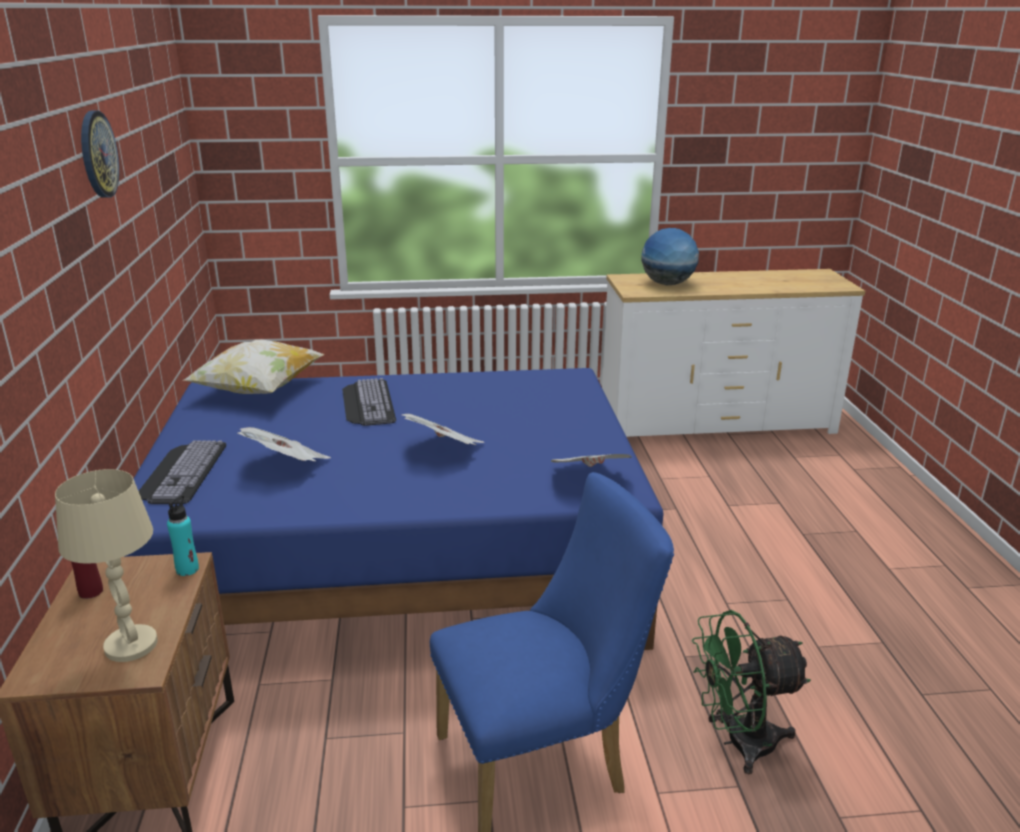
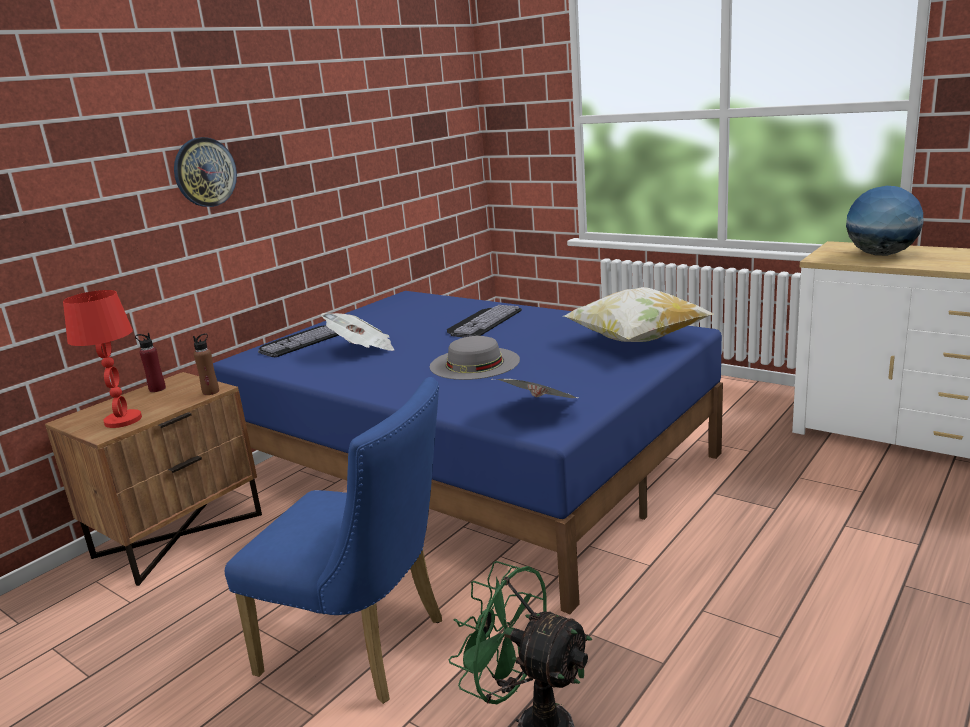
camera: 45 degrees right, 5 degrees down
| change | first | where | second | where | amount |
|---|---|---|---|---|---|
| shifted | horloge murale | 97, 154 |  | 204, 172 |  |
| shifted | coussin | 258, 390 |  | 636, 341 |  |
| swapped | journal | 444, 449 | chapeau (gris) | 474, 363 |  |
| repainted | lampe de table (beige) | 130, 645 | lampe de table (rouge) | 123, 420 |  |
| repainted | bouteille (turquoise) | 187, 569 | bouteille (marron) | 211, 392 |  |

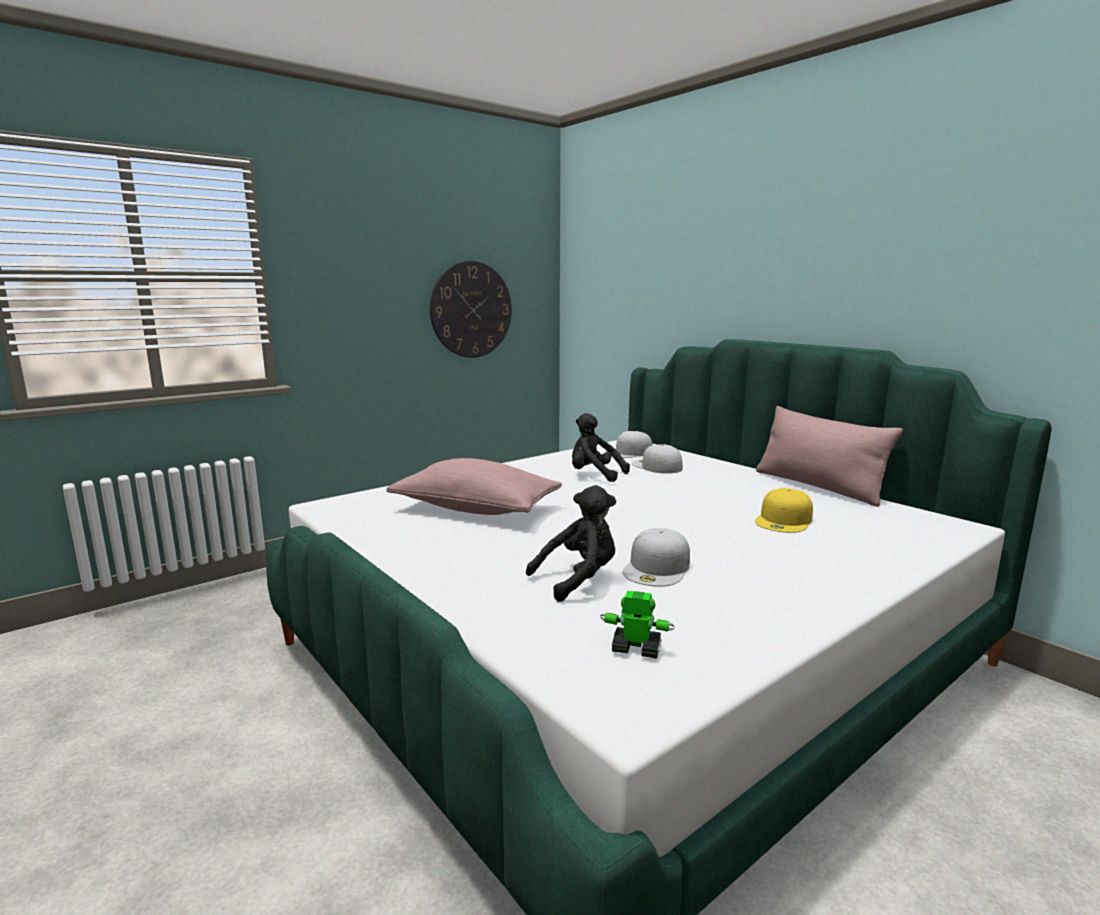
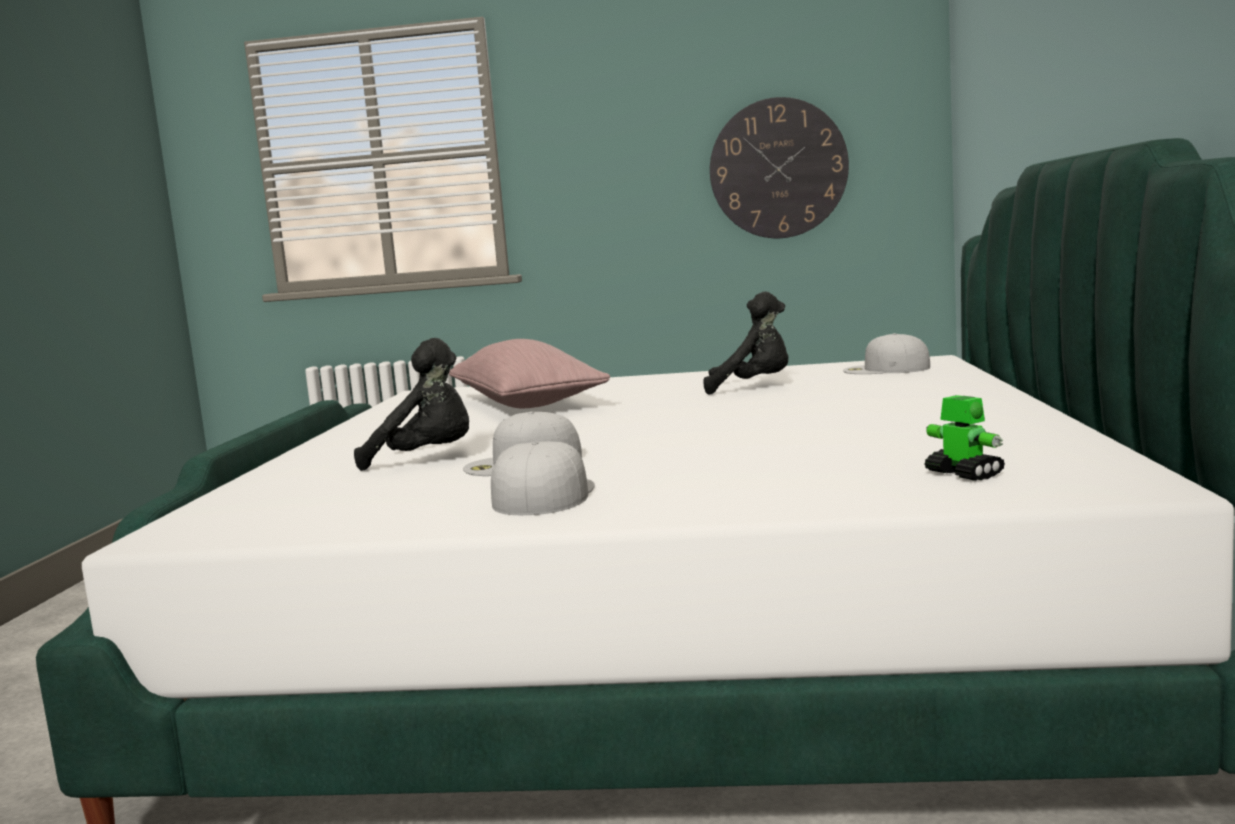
camera: 45 degrees right, 5 degrees down
| change | first | where | second | where | amount |
|---|---|---|---|---|---|
| gone | casquette (jaune) | 784, 520 |  |  |  |
| gone | coussin (rose) | 818, 486 |  |  |  |
| shifted | robot jouet | 635, 649 |  | 963, 474 |  |
| shifted | casquette (blanc) | 656, 466 |  | 542, 495 |  |
| rotated | peluche (noir) | 594, 475 |  | 752, 387 | 120 degrees clockwise |

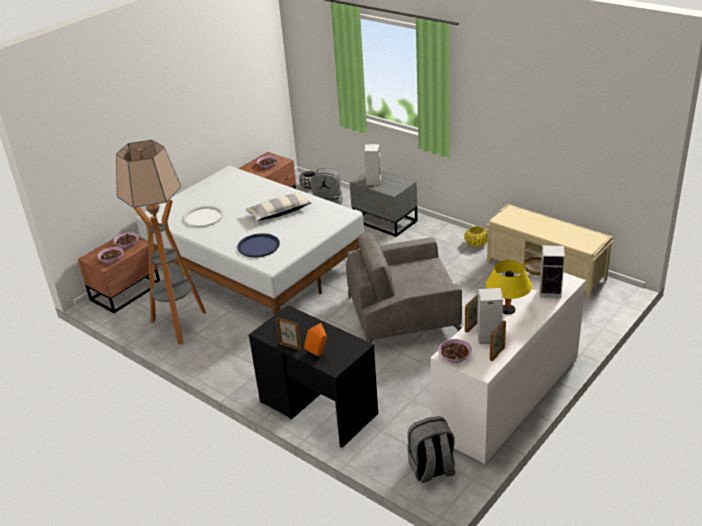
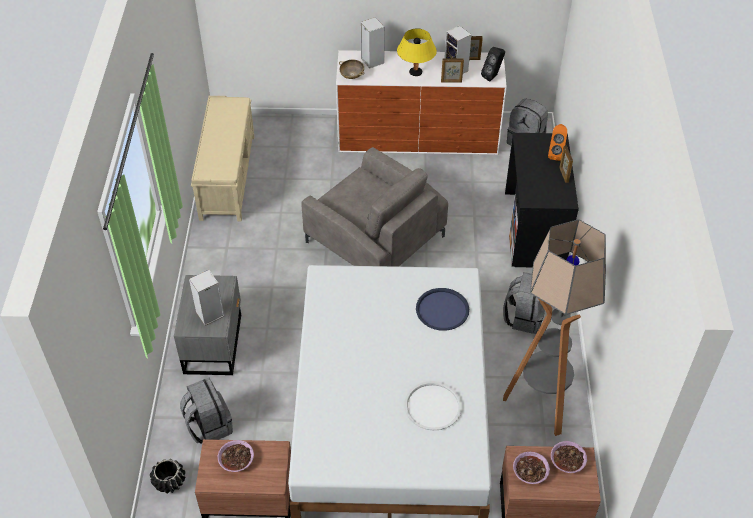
camera: 130 degrees left, 15 degrees up
| change | first | where | second | where | amount |
|---|---|---|---|---|---|
| gone | coussin | 279, 212 |  |  |  |
| gone | cache-pot (jaune) | 476, 243 |  |  |  |
| new |  |  | sac à dos (gris) | 523, 317 |  |
| swapped | bol | 454, 356 | enceinte (noir) | 493, 76 |  |

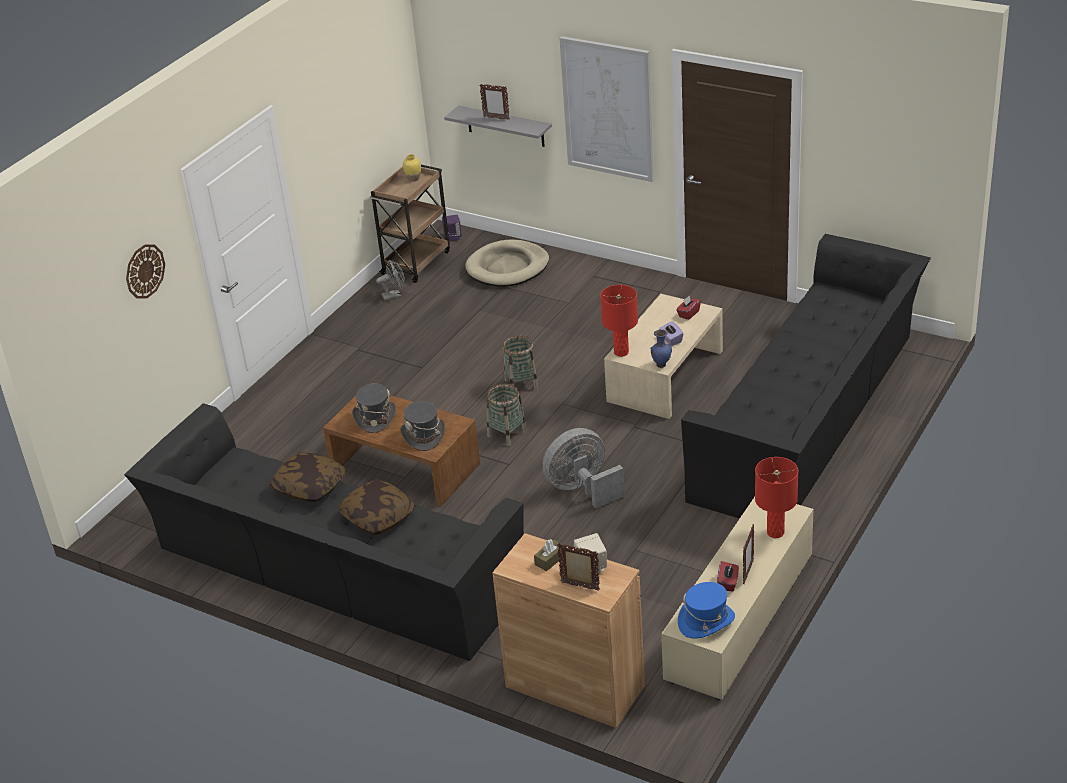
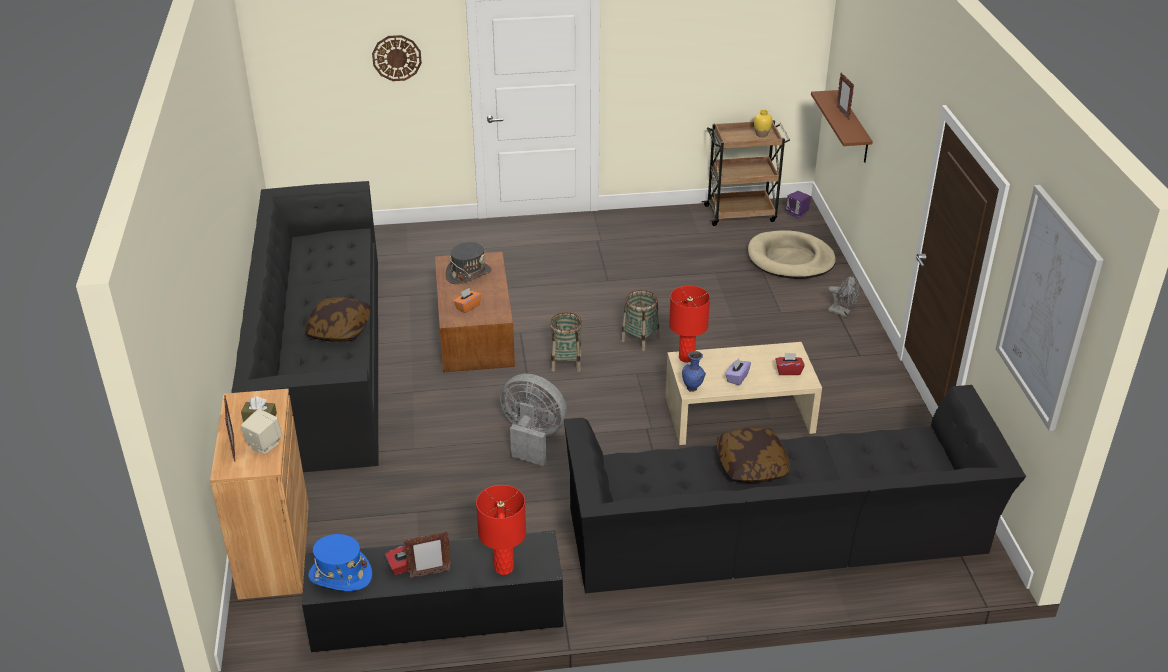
camera: 50 degrees right, 0 degrees up
| change | first | where | second | where | amount |
|---|---|---|---|---|---|
| shifted | coussin | 309, 487 |  | 751, 465 |  |
| shifted | ventilateur (gris) | 394, 295 |  | 842, 312 |  |
| shifted | tableau | 608, 108 |  | 1047, 308 |  |
| swapped | chapeau (gris) | 423, 435 | boîte à mouchoirs (orange) | 467, 307 |  |
| repainted | étagère (gris) | 505, 126 | étagère (marron) | 853, 127 |  |
| repainted | meuble télé (beige) | 740, 618 | meuble télé (noir) | 435, 617 |  |

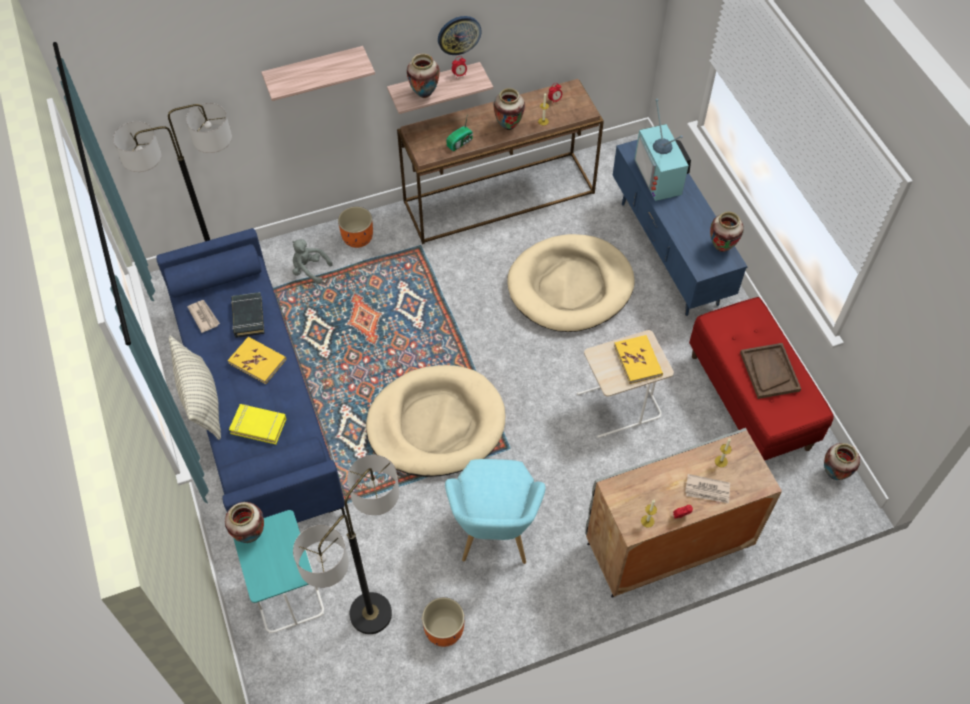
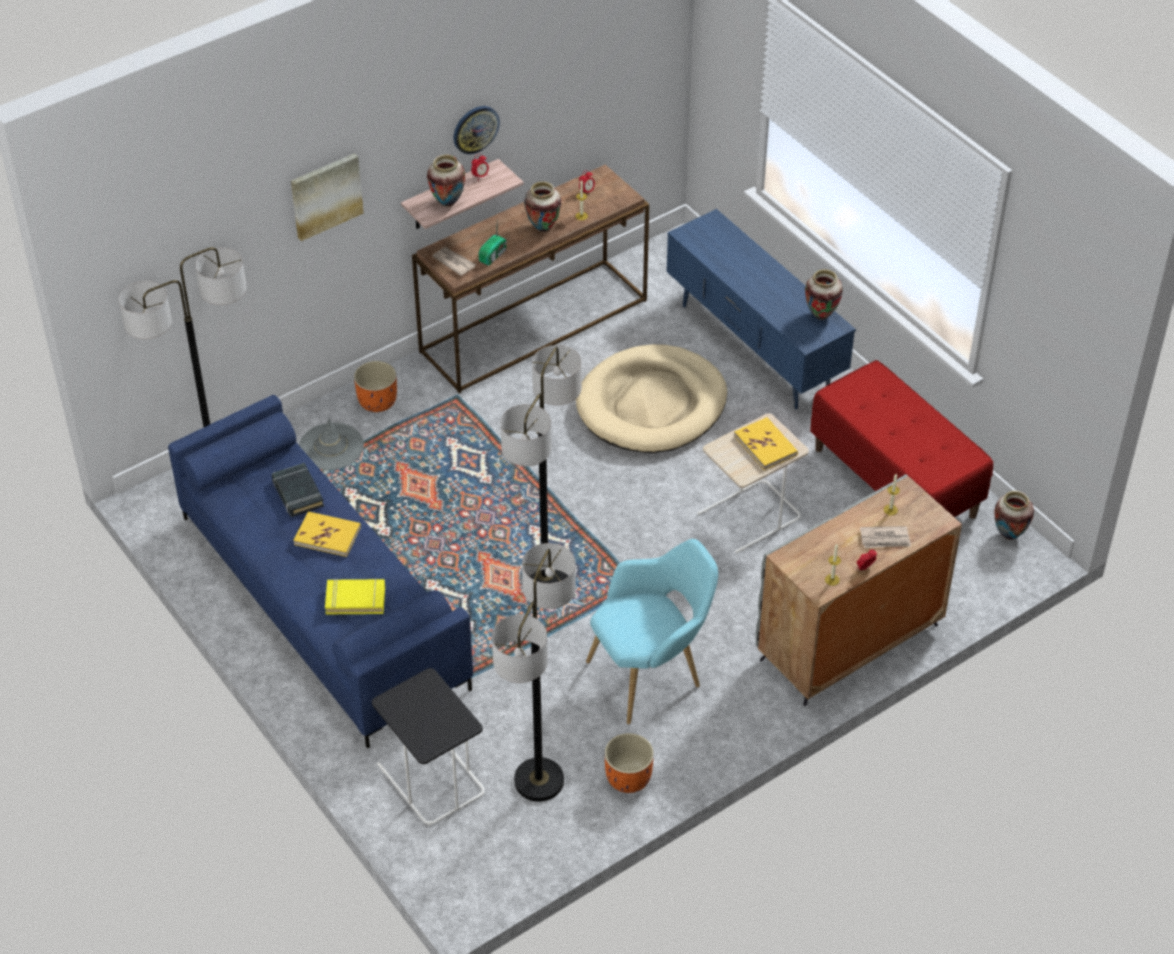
camera: 15 degrees left, 10 degrees down
| change | first | where | second | where | amount |
|---|---|---|---|---|---|
| gone | coussin | 201, 400 |  |  |  |
| gone | vase | 250, 535 |  |  |  |
| gone | téléviseur | 661, 177 |  |  |  |
| gone | plateau (marron) | 769, 371 |  |  |  |
| shifted | journal | 204, 316 |  | 454, 262 |  |
| swapped | étagère | 314, 72 | tableau | 325, 195 |  |
| swapped | peluche (gris) | 309, 270 | chapeau (gris) | 331, 447 |  |
| swapped | panier pour chien (beige) | 436, 424 | lampadaire | 545, 578 |  |
| repainted | table d'appoint (turquoise) | 285, 589 | table d'appoint (noir) | 430, 778 |  |
| rotated | fauteuil (turquoise) | 494, 535 |  | 651, 674 | 105 degrees counterclockwise |

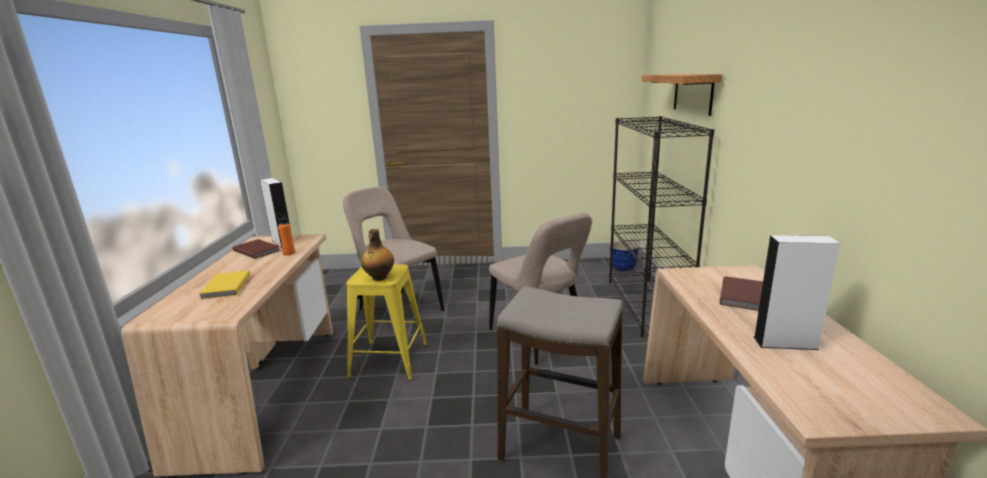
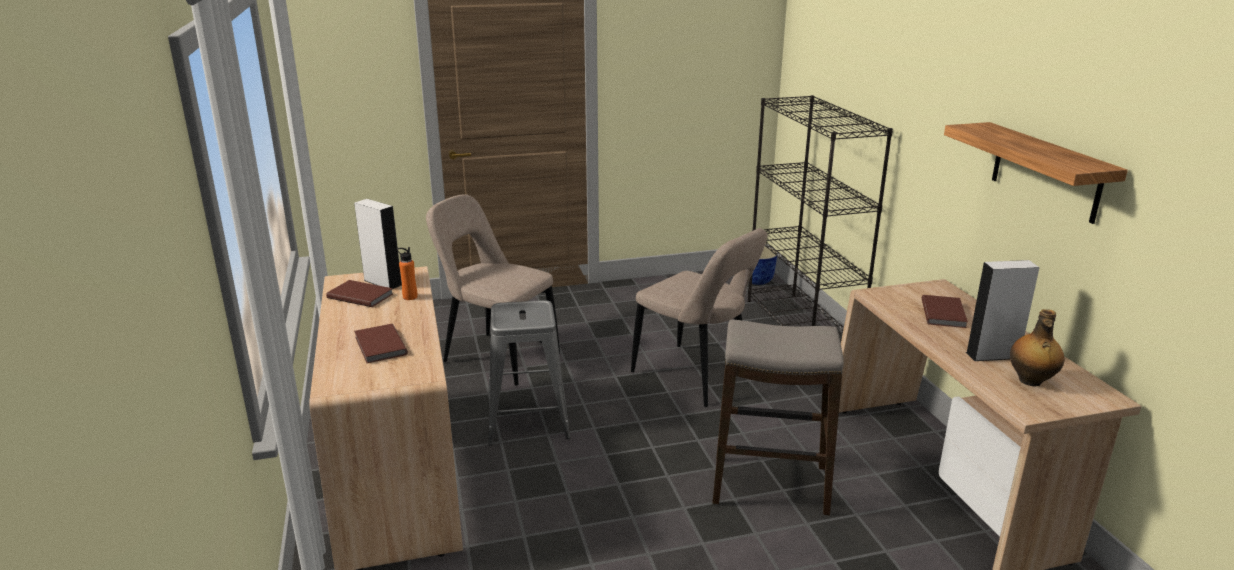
camera: 15 degrees left, 5 degrees up
| change | first | where | second | where | amount |
|---|---|---|---|---|---|
| shifted | bouteille | 379, 278 |  | 1030, 381 |  |
| shifted | étagère | 693, 93 |  | 1046, 172 |  |
| repainted | livre (jaune) | 225, 287 | livre (marron) | 379, 346 |  |
| repainted | tabouret (jaune) | 389, 360 | tabouret (gris) | 527, 420 |  |

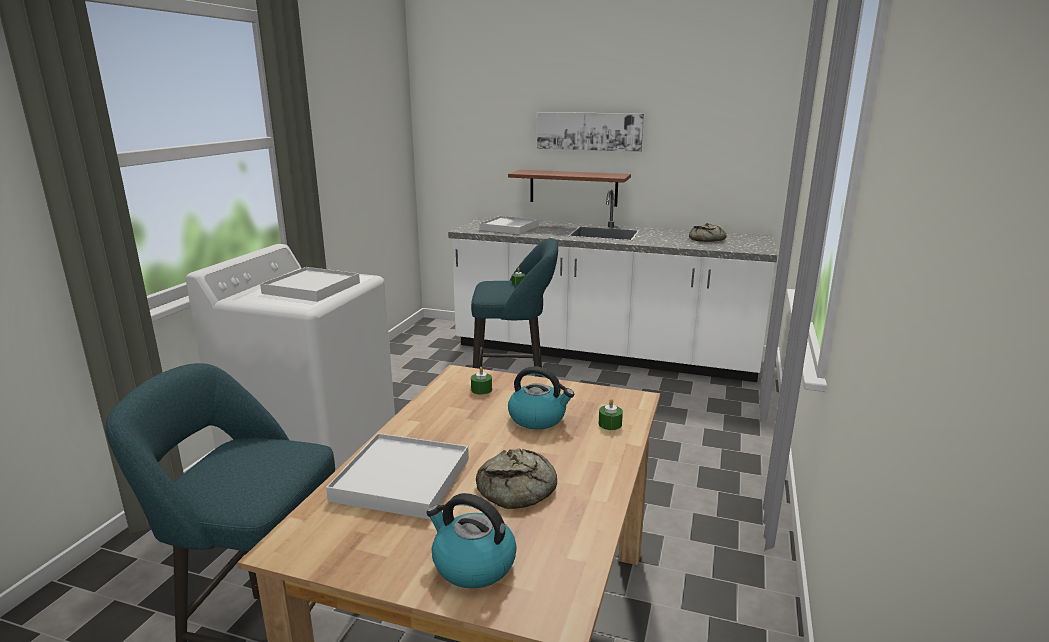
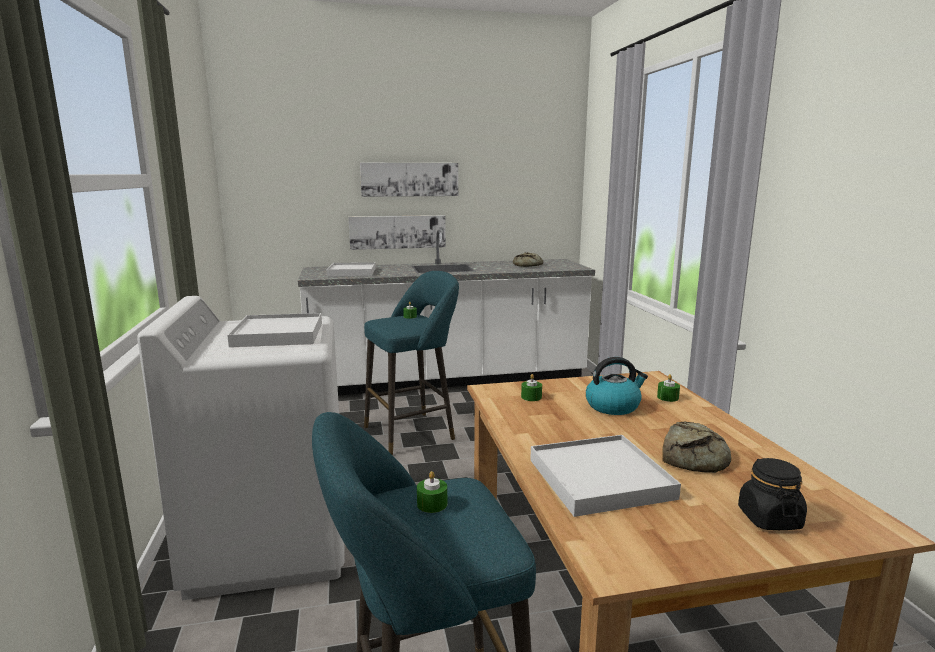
camera: 30 degrees left, 5 degrees down
| change | first | where | second | where | amount |
|---|---|---|---|---|---|
| new |  |  | bougie (vert) | 432, 504 |  |
| swapped | bouilloire | 472, 564 | bocal (noir) | 769, 518 |  |
| swapped | étagère (marron) | 573, 188 | tableau | 397, 232 |  |

